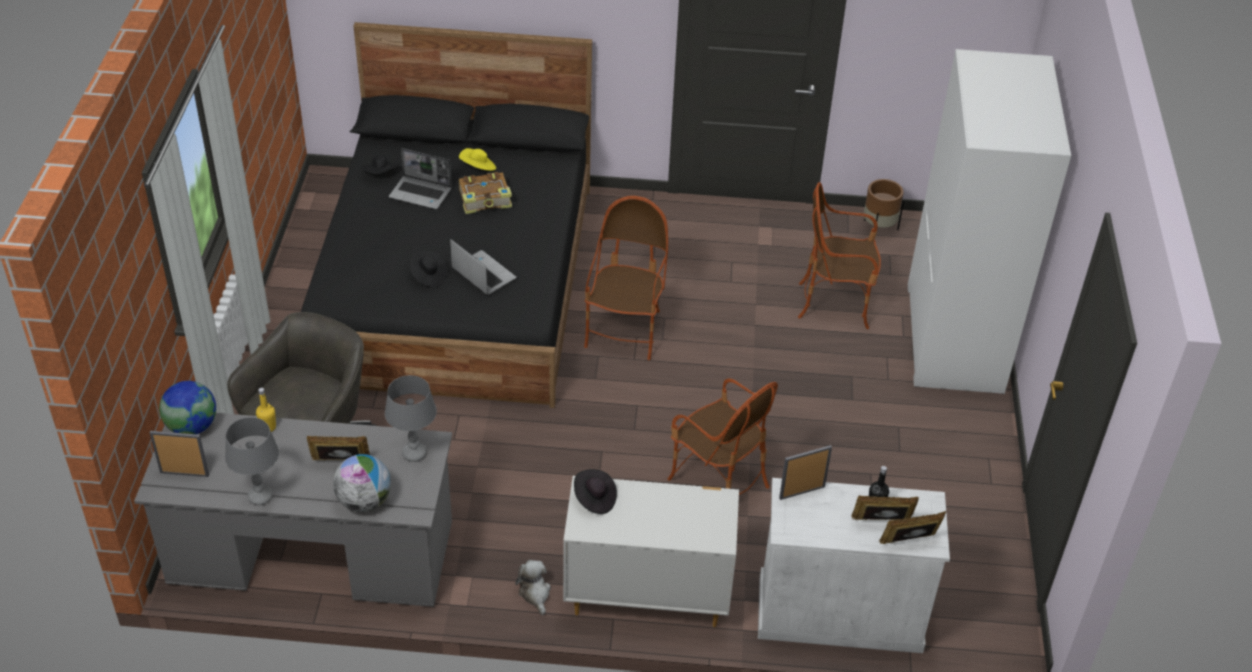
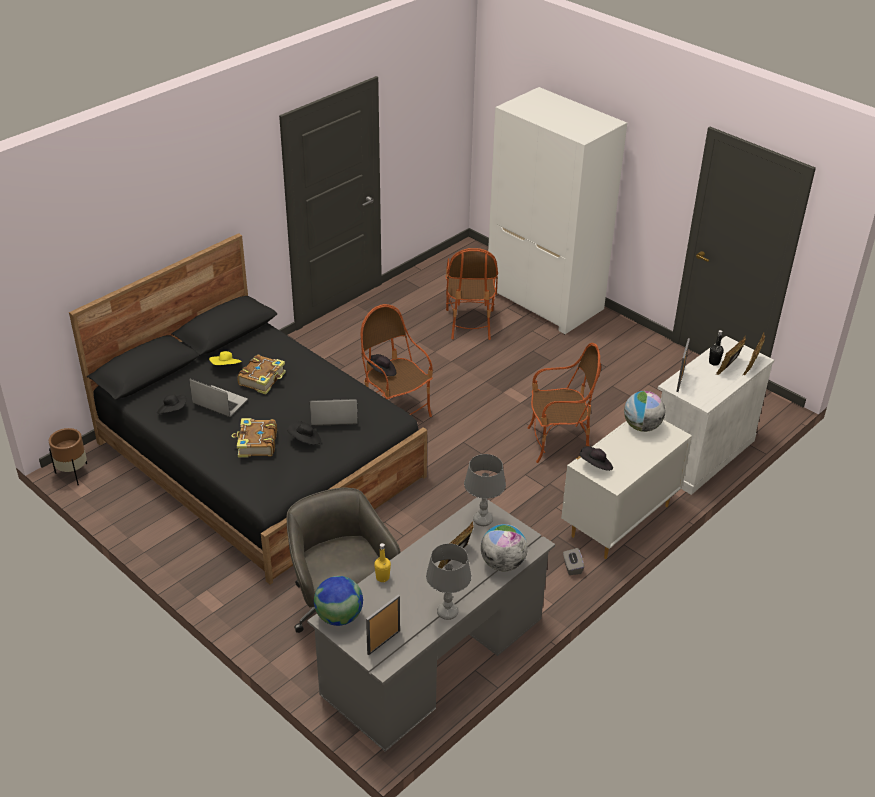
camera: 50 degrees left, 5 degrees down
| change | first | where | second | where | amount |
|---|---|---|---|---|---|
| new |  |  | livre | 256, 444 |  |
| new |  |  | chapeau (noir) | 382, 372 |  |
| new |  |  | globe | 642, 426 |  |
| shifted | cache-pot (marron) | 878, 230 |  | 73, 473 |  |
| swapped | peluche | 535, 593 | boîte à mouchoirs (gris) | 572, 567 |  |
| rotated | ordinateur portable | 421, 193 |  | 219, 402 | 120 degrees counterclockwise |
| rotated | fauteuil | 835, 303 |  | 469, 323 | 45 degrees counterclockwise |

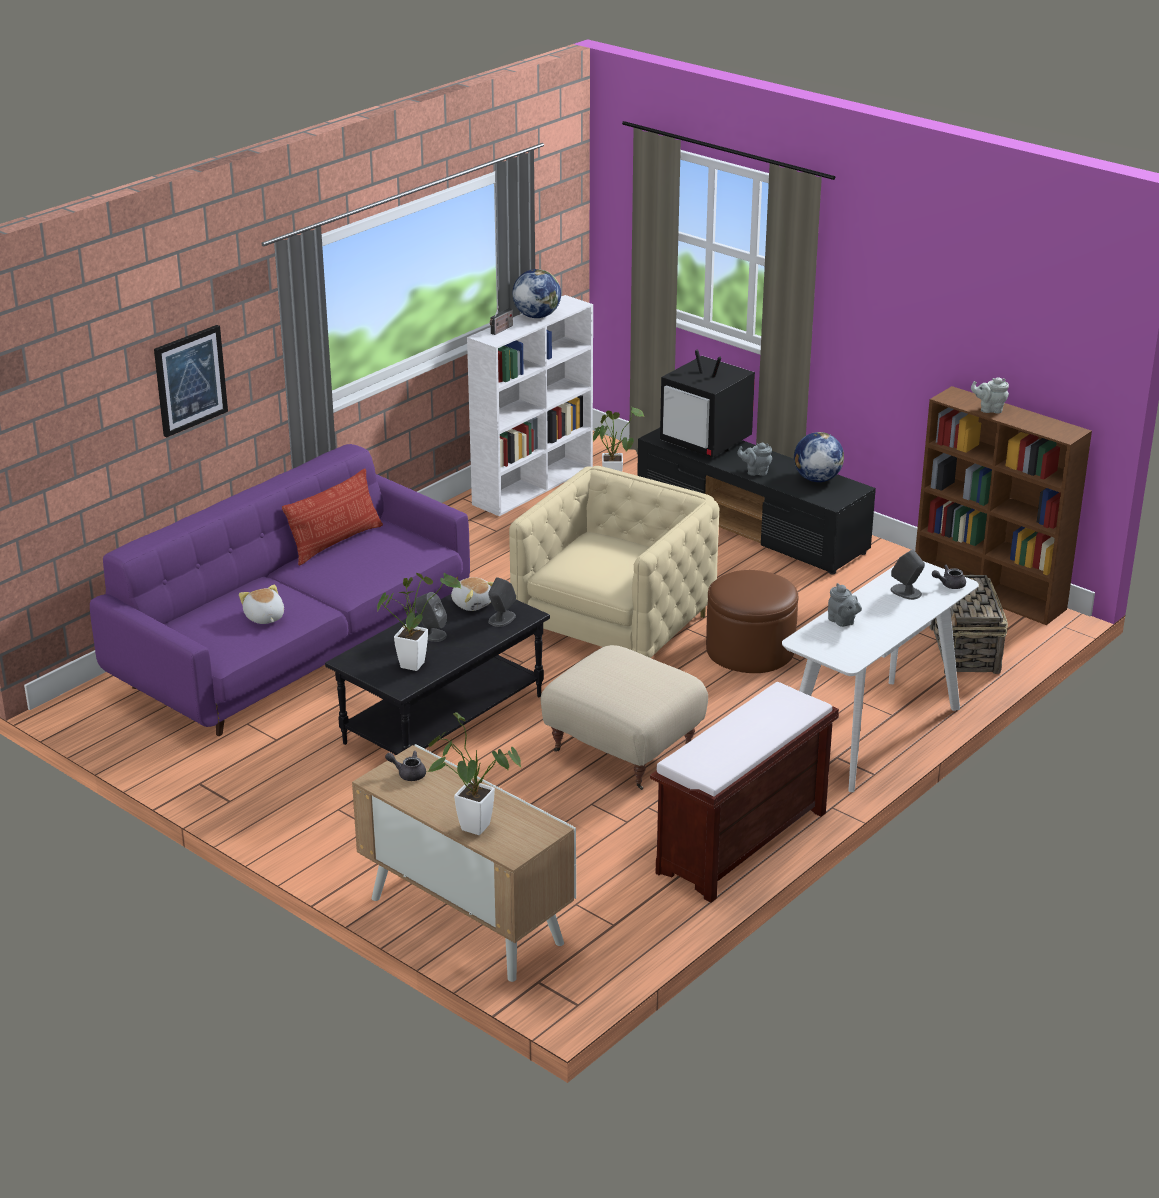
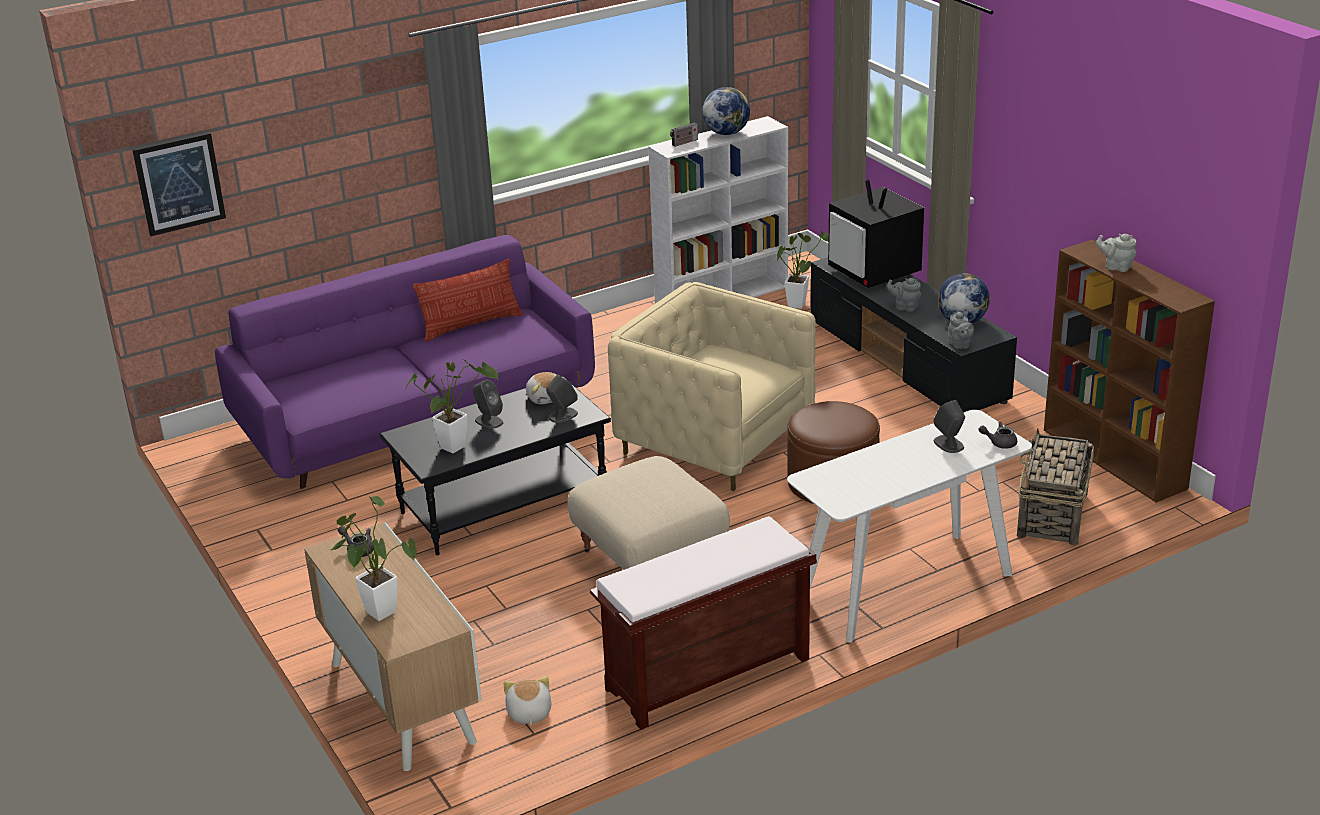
camera: 20 degrees right, 0 degrees up
| change | first | where | second | where | amount |
|---|---|---|---|---|---|
| shifted | tableau | 190, 380 |  | 179, 183 |  |
| shifted | peluche | 264, 618 |  | 528, 713 |  |
| shifted | théière (gris) | 842, 622 |  | 960, 345 |  |
| rotated | fauteuil (beige) | 614, 627 |  | 715, 441 | 105 degrees counterclockwise |

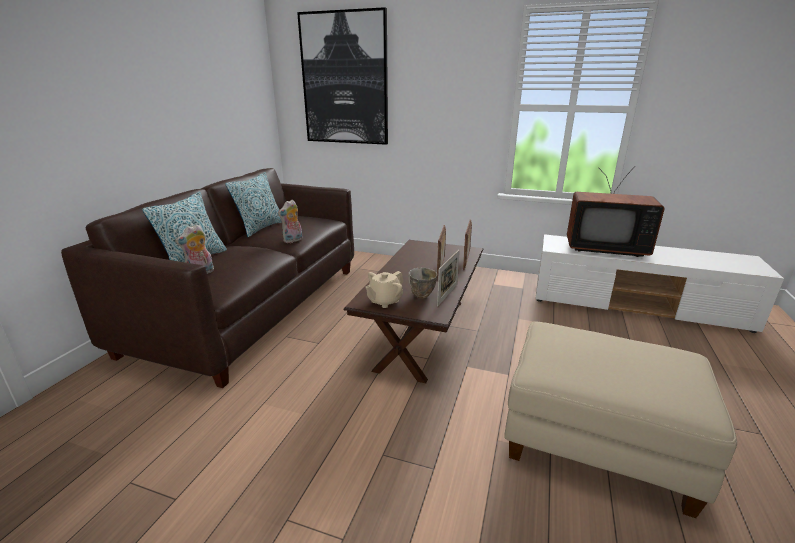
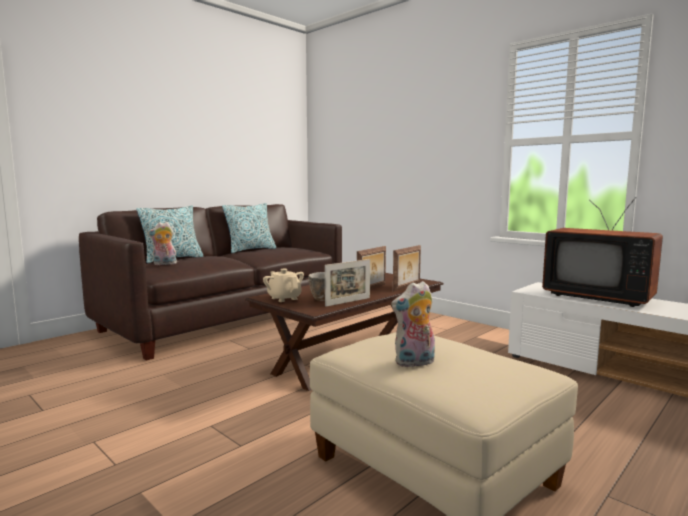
camera: 25 degrees right, 15 degrees down
| change | first | where | second | where | amount |
|---|---|---|---|---|---|
| gone | tableau | 344, 80 |  |  |  |
| shifted | peluche | 293, 240 |  | 414, 363 |  |
| rotated | théière (beige) | 384, 301 |  | 284, 298 | 75 degrees clockwise |

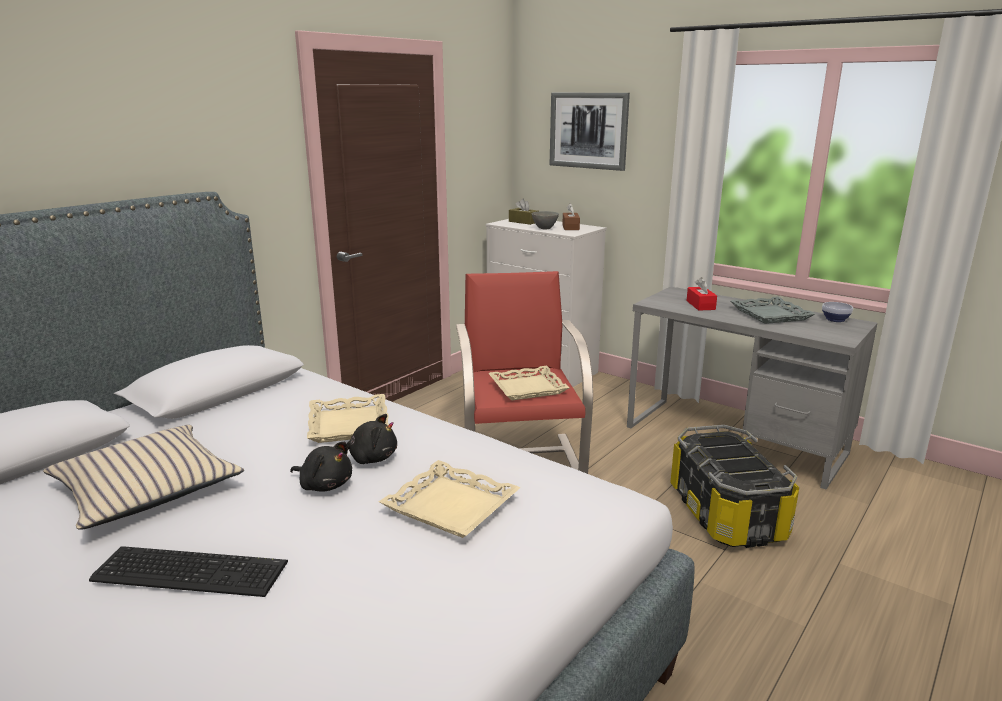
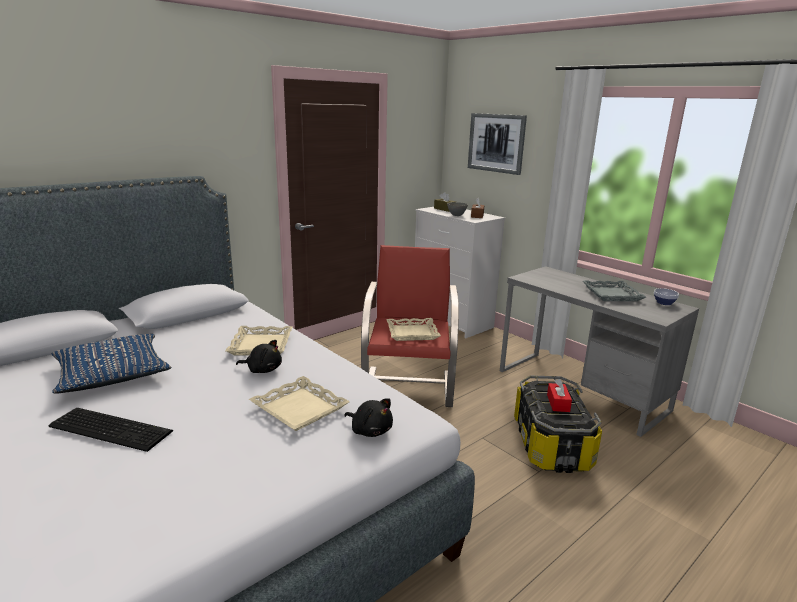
camera: 10 degrees right, 0 degrees up
| change | first | where | second | where | amount |
|---|---|---|---|---|---|
| shifted | peluche (noir) | 324, 485 |  | 370, 430 |  |
| shifted | boîte à mouchoirs (rouge) | 700, 305 |  | 558, 403 |  |
| repainted | coussin (beige) | 146, 489 | coussin (bleu) | 112, 373 |  |

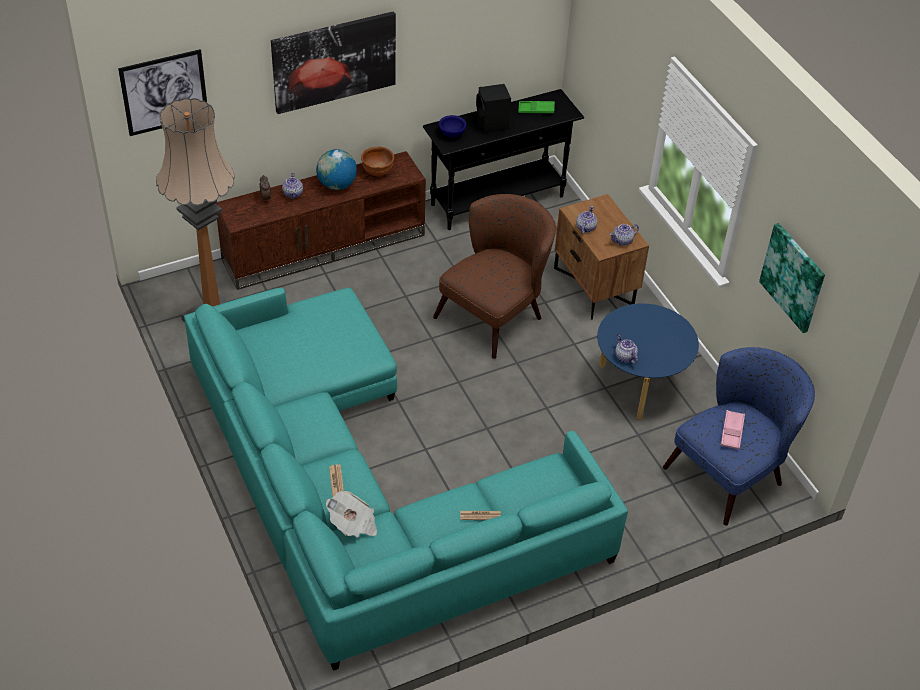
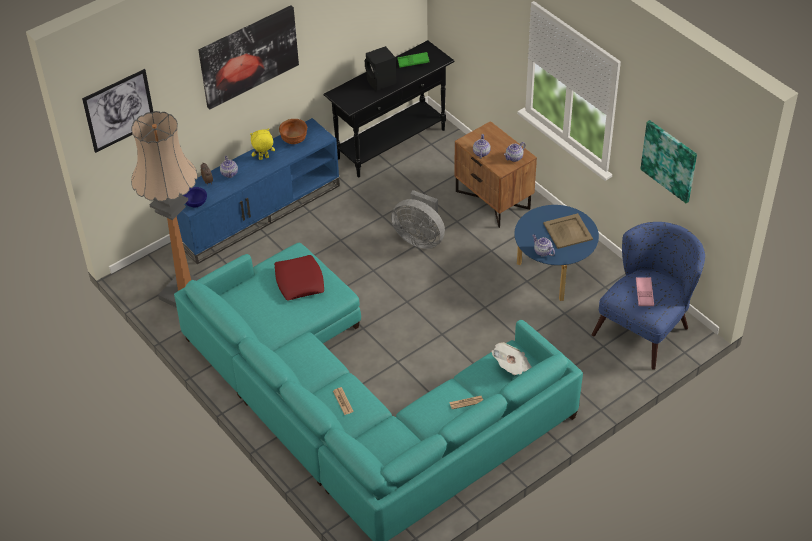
camera: 10 degrees left, 0 degrees up
| change | first | where | second | where | amount |
|---|---|---|---|---|---|
| new |  |  | coussin (rouge) | 299, 281 |  |
| new |  |  | plateau (beige) | 567, 231 |  |
| shifted | journal | 353, 524 |  | 512, 367 |  |
| shifted | bol (bleu) | 451, 134 |  | 195, 203 |  |
| swapped | globe | 337, 185 | peluche (jaune) | 263, 158 |  |
| swapped | fauteuil (marron) | 496, 313 | ventilateur (gris) | 420, 238 |  |
| repainted | meuble télé (marron) | 324, 246 | meuble télé (bleu) | 259, 212 |  |

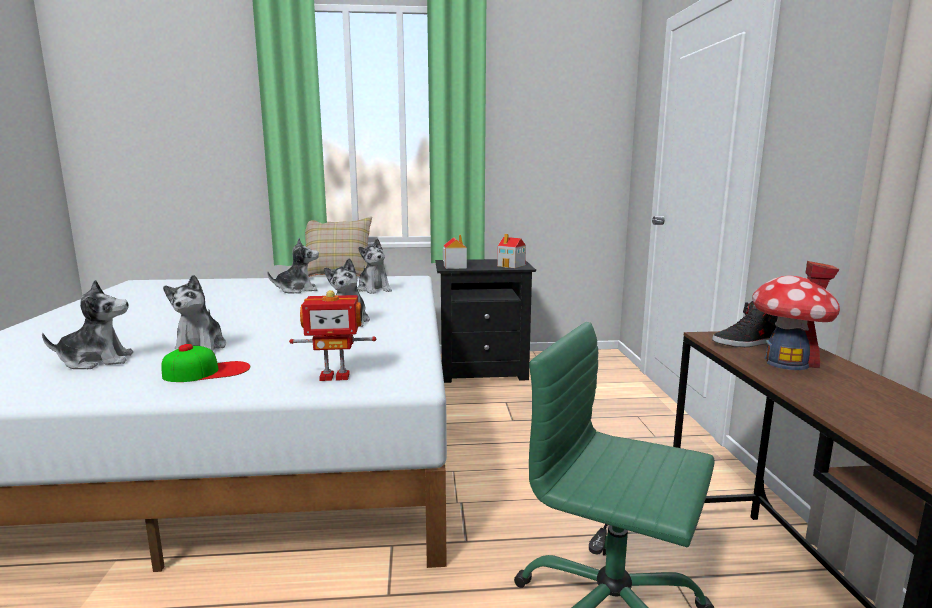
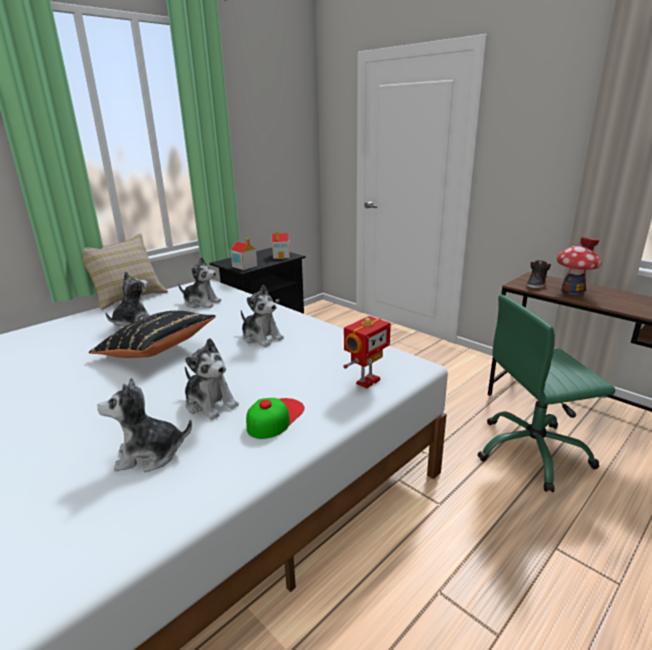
camera: 40 degrees left, 10 degrees up
| change | first | where | second | where | amount |
|---|---|---|---|---|---|
| new |  |  | coussin (noir) | 157, 351 |  |
| rotated | peluche | 97, 361 |  | 149, 455 | 135 degrees counterclockwise |

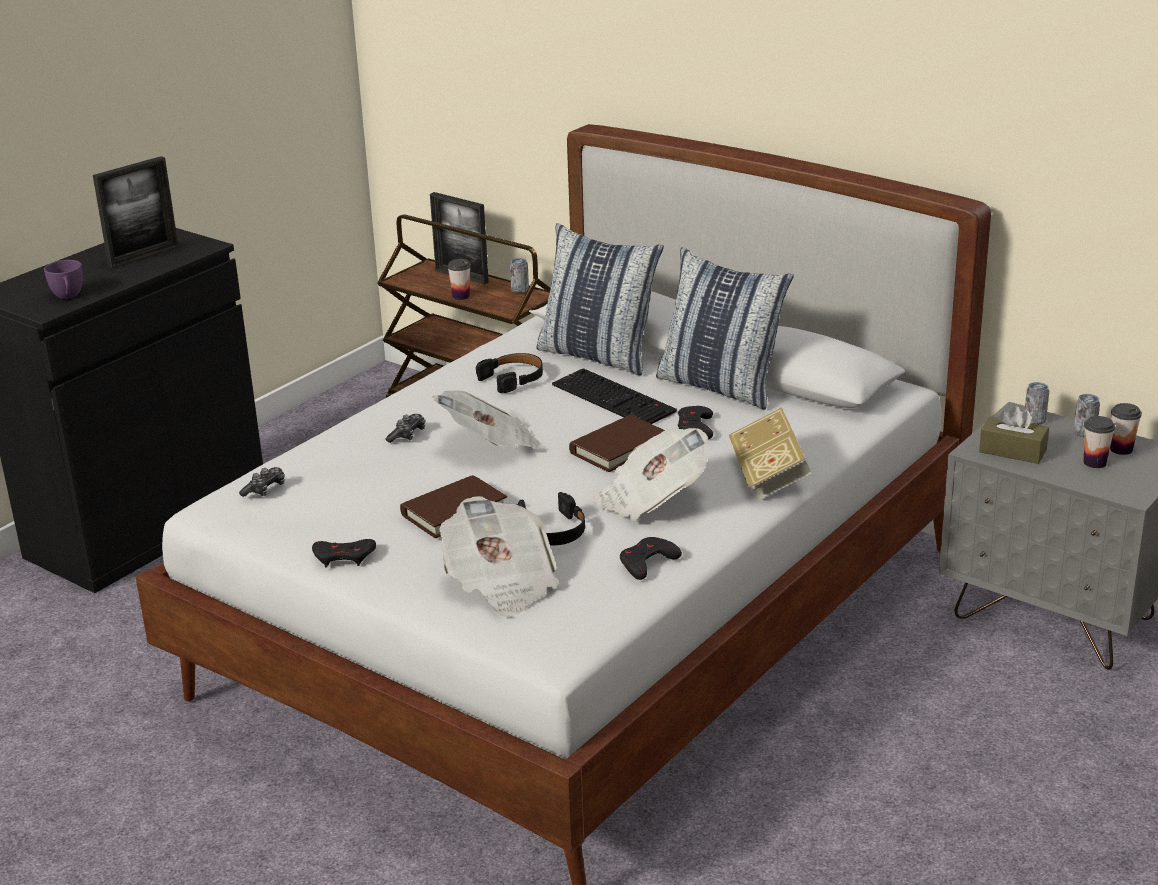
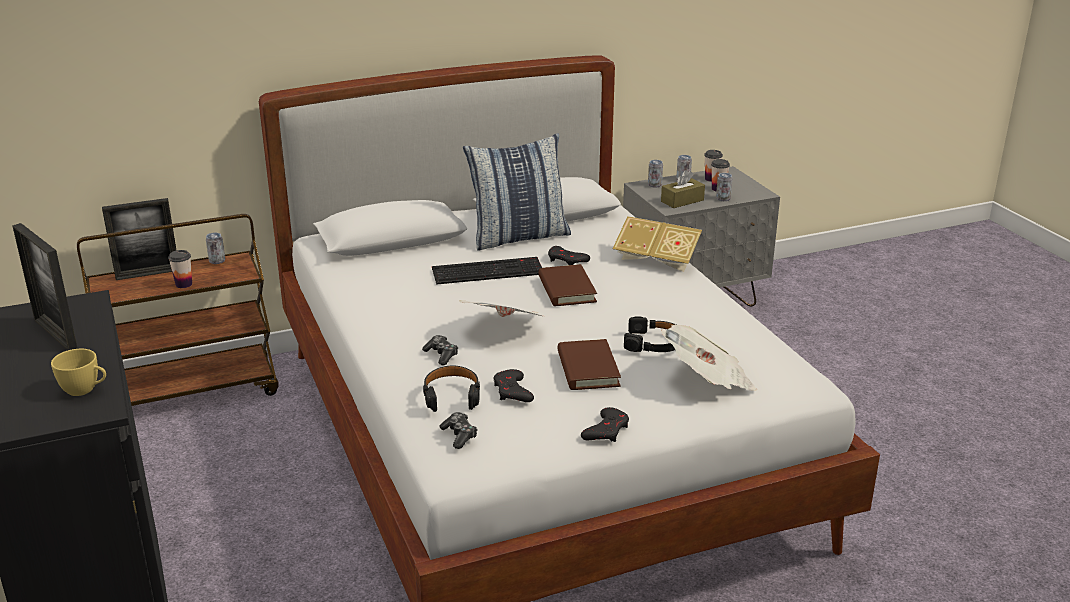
camera: 60 degrees left, 0 degrees up
| change | first | where | second | where | amount |
|---|---|---|---|---|---|
| gone | coussin | 598, 355 |  |  |  |
| gone | journal | 651, 499 |  |  |  |
| new |  |  | boîte métallique | 723, 198 |  |
| shifted | casque audio (noir) | 513, 379 |  | 451, 395 |  |
| shifted | manette (noir) | 647, 563 |  | 512, 391 |  |
| repainted | tasse (violet) | 68, 296 | tasse (jaune) | 85, 390 |  |
| rotated | cadre photo | 143, 256 |  | 55, 334 | 150 degrees clockwise |

